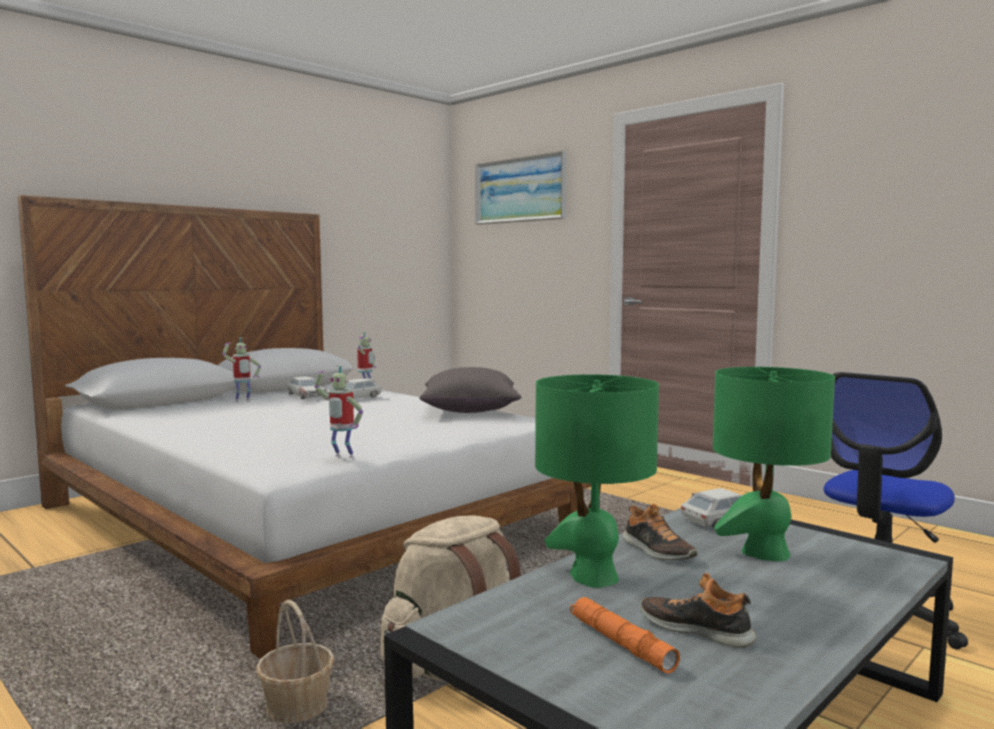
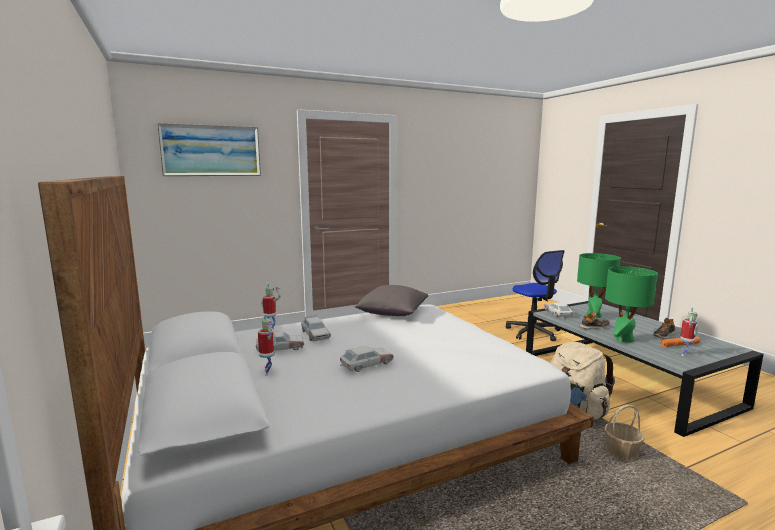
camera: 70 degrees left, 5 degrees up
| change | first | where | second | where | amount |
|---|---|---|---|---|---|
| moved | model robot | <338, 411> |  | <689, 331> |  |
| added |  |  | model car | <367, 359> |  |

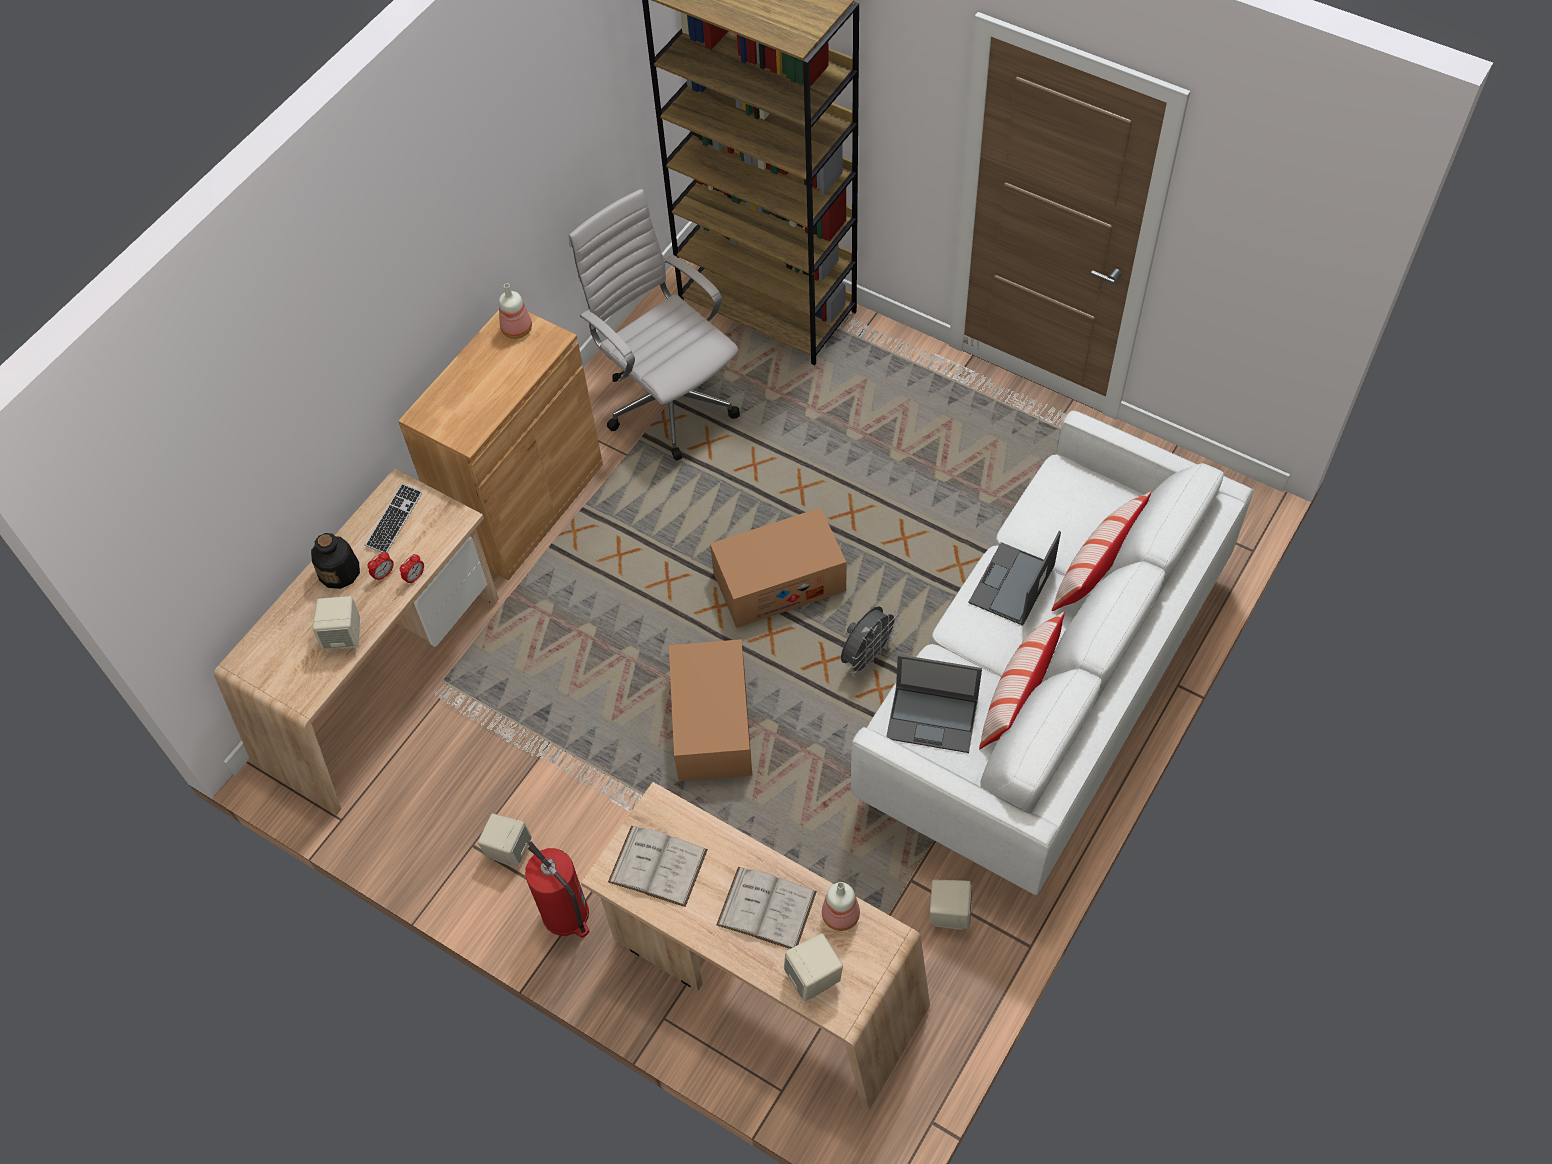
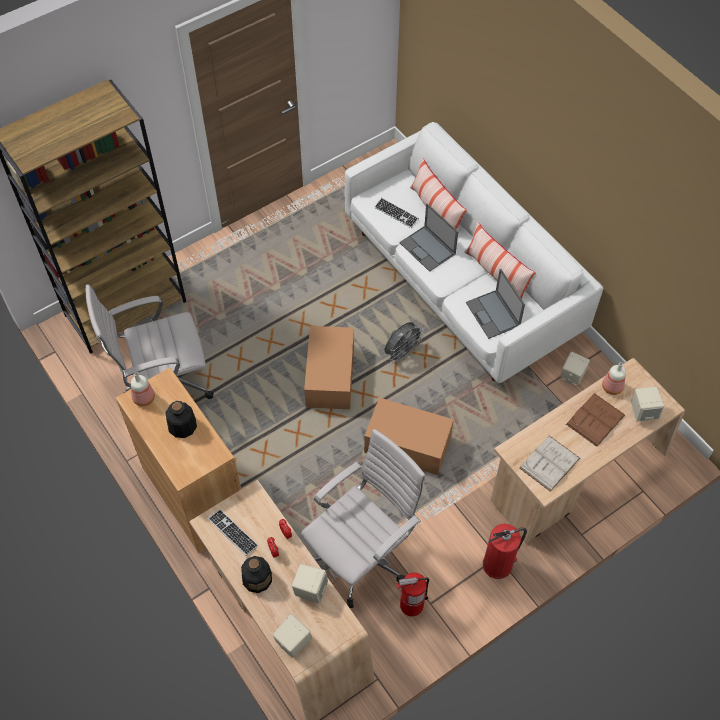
camera: 70 degrees left, 0 degrees up
| change | first | where | second | where | amount |
|---|---|---|---|---|---|
| turned | grey electric fan | <870, 641> |  | <404, 342> | 75 degrees clockwise |
| turned | notebook computer | <934, 703> |  | <495, 304> | 120 degrees clockwise |
| moved | beige-coloured audio speaker | <505, 840> |  | <292, 636> |  |
| recoloured | white book | <766, 908> | brown-coloured book | <595, 420> |  |
| added |  |  | keyboard | <396, 213> |  |
| added |  |  | drink bottle | <181, 419> |  |
| added |  |  | white computer chair | <363, 518> |  |
| added |  |  | fire-fighting cylinder | <412, 595> |  |

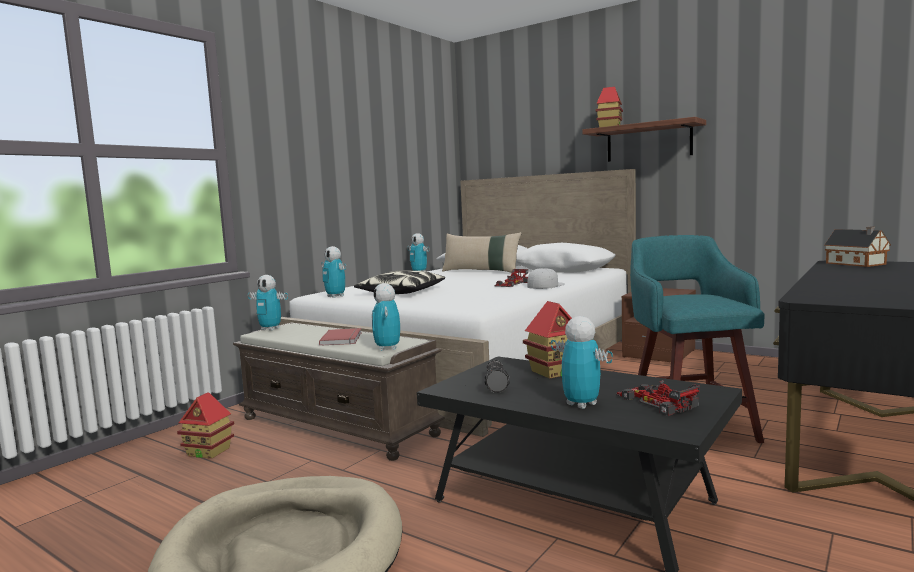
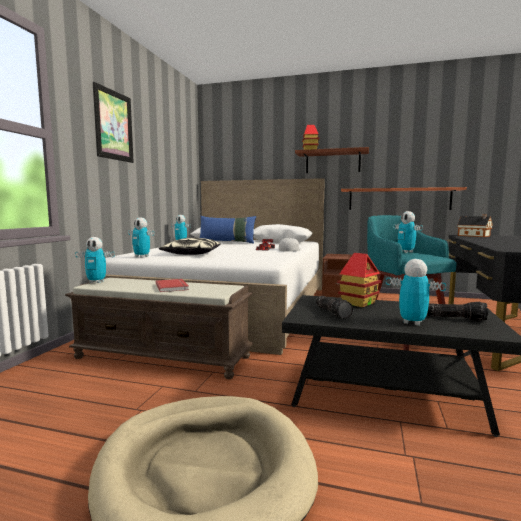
camera: 20 degrees left, 0 degrees up
| change | first | where | second | where | amount |
|---|---|---|---|---|---|
| recoloured | beige-coloured throw pillow | <482, 252> | blue-coloured throw pillow | <228, 230> |  |
| moved | model robot | <386, 317> |  | <408, 232> |  |
| replaced | model car | <658, 398> | torch | <457, 311> |  |
| removed | toy house | <205, 425> |  |  |  |
| added |  |  | wall art | <113, 122> |  |
| added |  |  | wall shelf | <404, 198> |  |

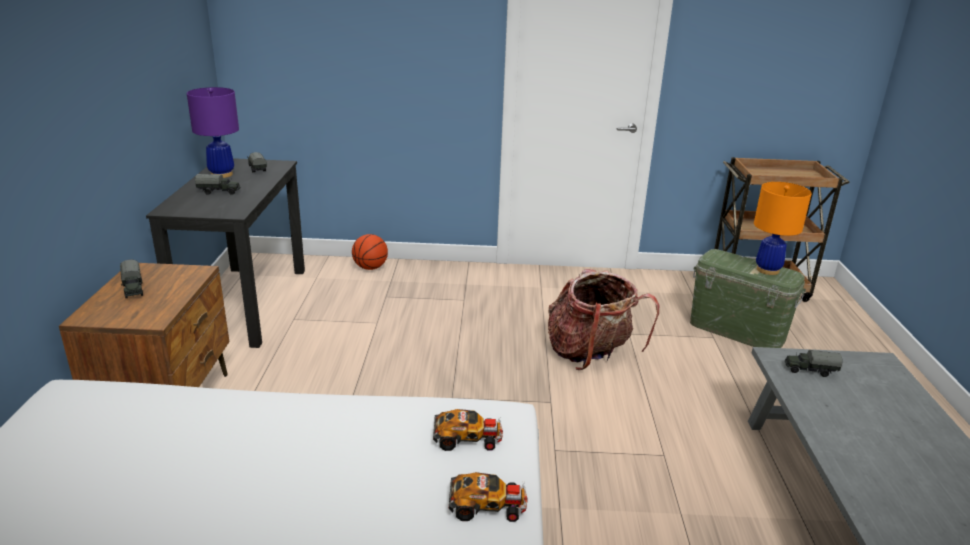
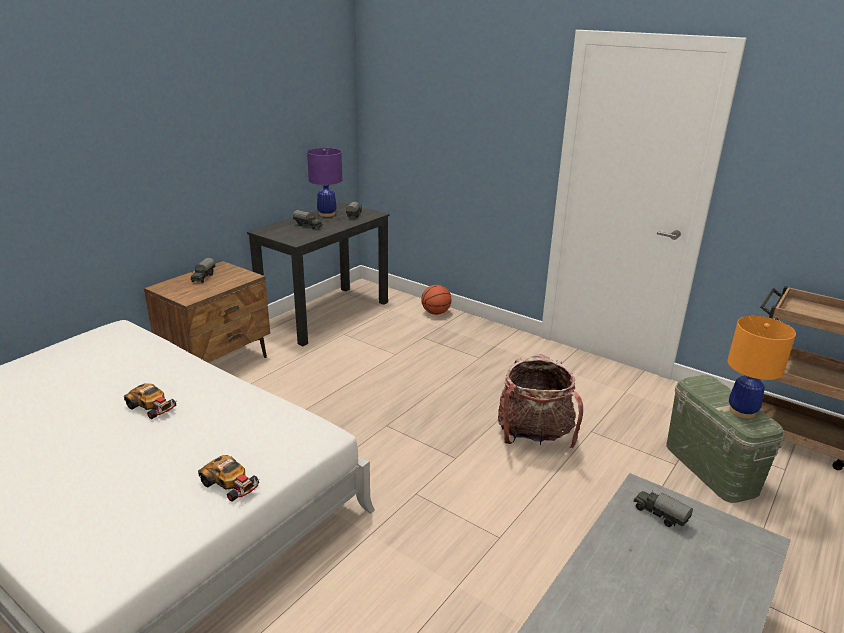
camera: 35 degrees right, 0 degrees up
| change | first | where | second | where | amount |
|---|---|---|---|---|---|
| moved | model car | <468, 430> |  | <150, 401> |  |

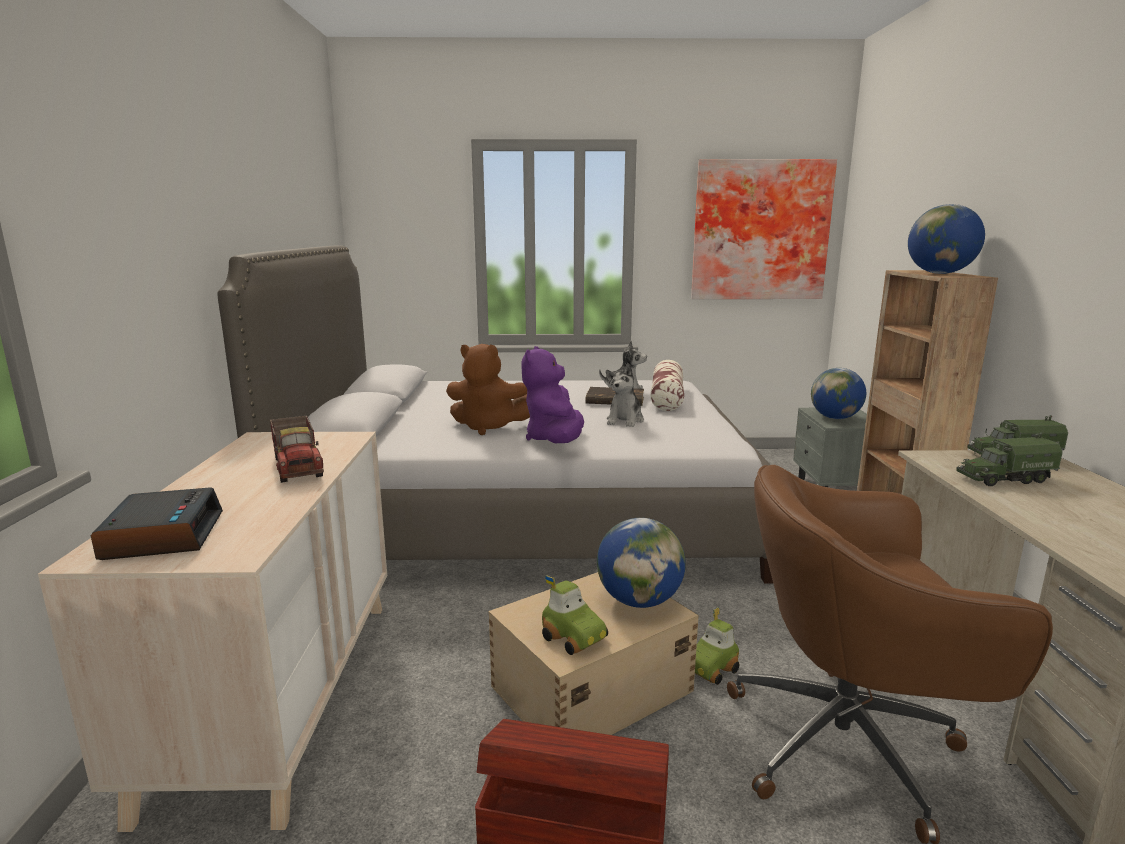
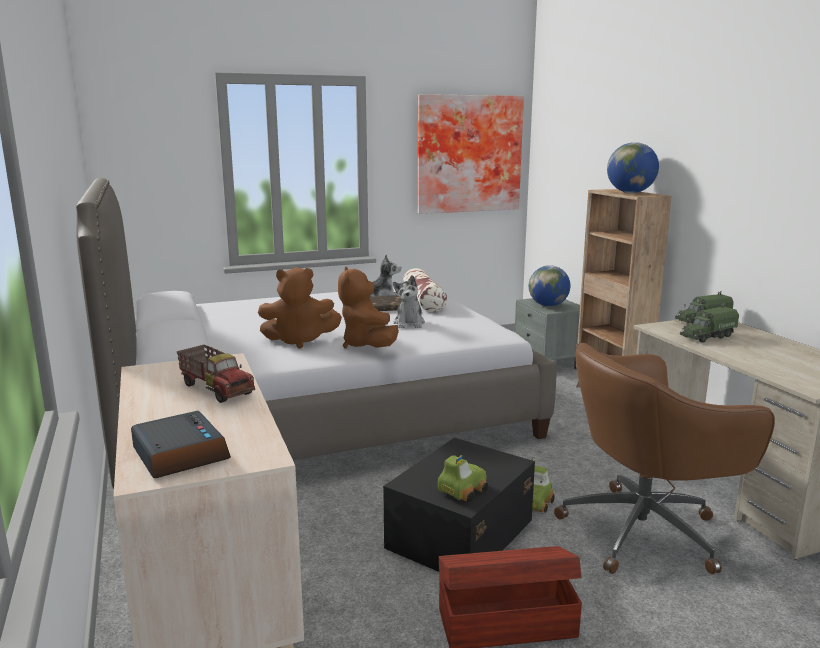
camera: 20 degrees left, 0 degrees up
| change | first | where | second | where | amount |
|---|---|---|---|---|---|
| recoloured | purple plush toy | <552, 394> | brown-coloured plush toy | <368, 307> |  |
| removed | globe | <641, 563> |  |  |  |
| recoloured | beige-coloured storage box | <594, 653> | black-coloured storage box | <459, 505> |  |
| turned | model car | <575, 615> |  | <463, 478> | 75 degrees counterclockwise |

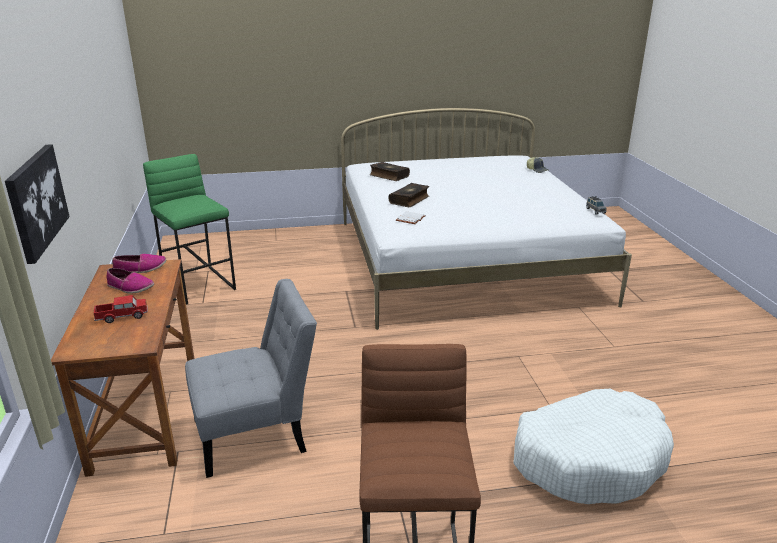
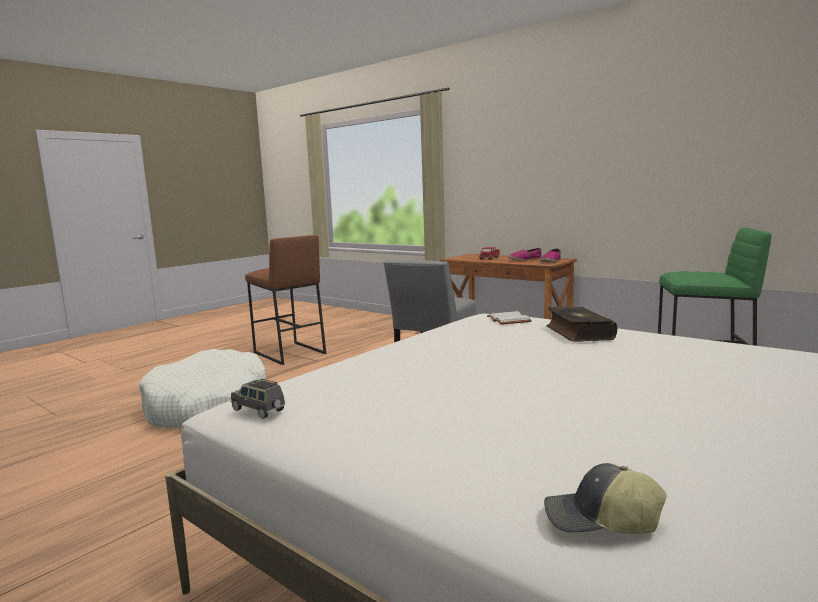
camera: 140 degrees right, 15 degrees down
| change | first | where | second | where | amount |
|---|---|---|---|---|---|
| removed | wall art | <37, 204> |  |  |  |
| removed | book | <390, 171> |  |  |  |

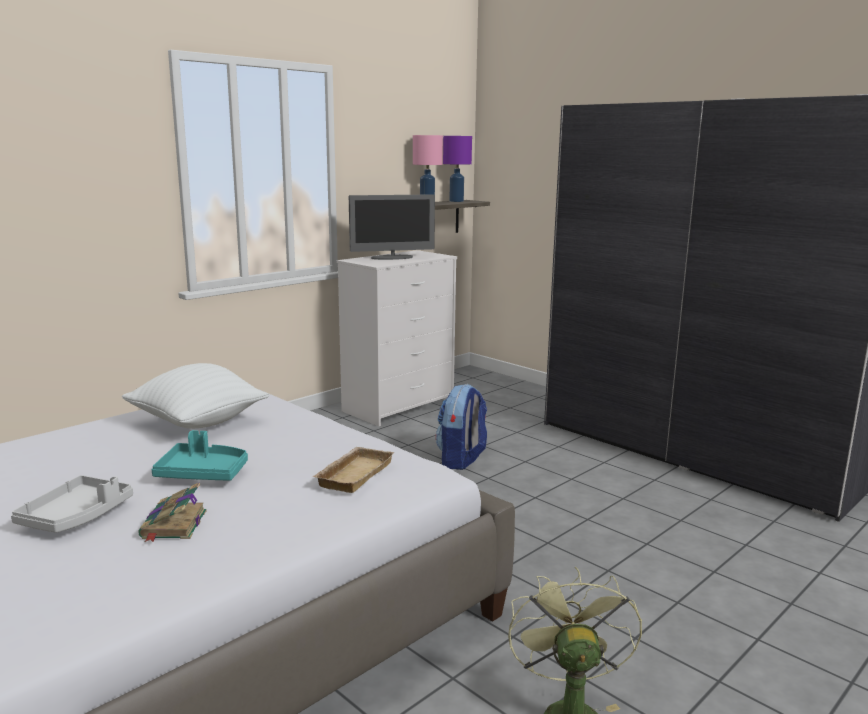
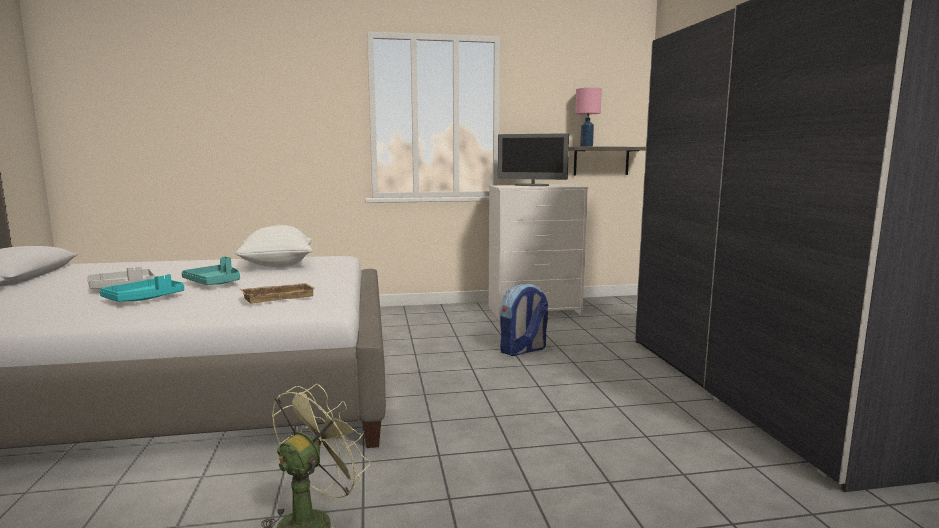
camera: 35 degrees right, 5 degrees down
| change | first | where | second | where | amount |
|---|---|---|---|---|---|
| removed | purple tabletop lamp | <457, 169> |  |  |  |
| replaced | book | <172, 512> | turquoise tray | <142, 288> |  |

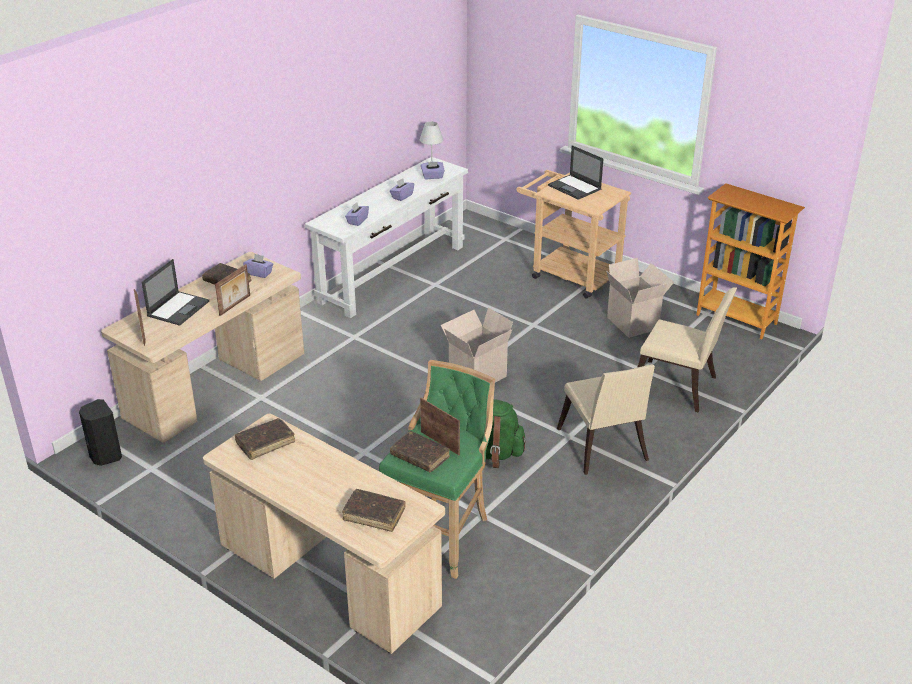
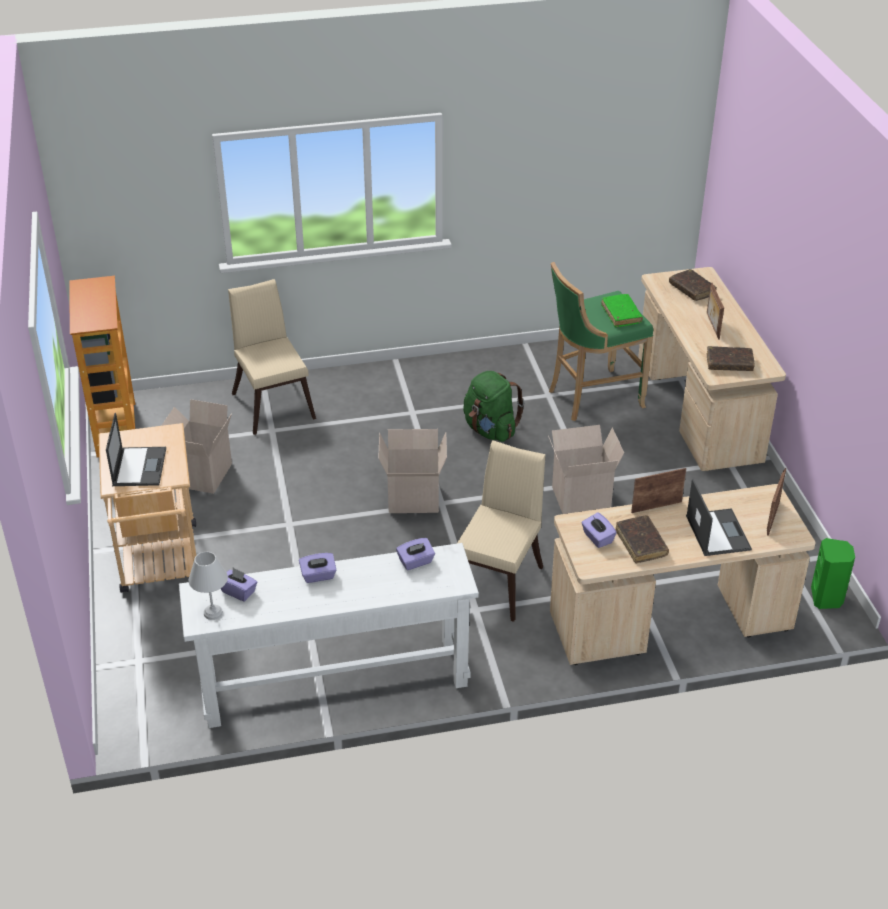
camera: 140 degrees left, 5 degrees up
| change | first | where | second | where | amount |
|---|---|---|---|---|---|
| turned | notebook computer | <175, 292> |  | <719, 517> | 105 degrees clockwise |
| moved | beige-coloured plain chair | <606, 419> |  | <501, 531> |  |
| moved | photo frame | <440, 426> |  | <715, 311> |  |
| recoloured | black-coloured audio speaker | <100, 432> | green-coloured audio speaker | <833, 573> |  |
| recoloured | brown-coloured book | <420, 451> | green-coloured book | <622, 310> |  |
| added |  |  | cardboard box | <586, 469> |  |

